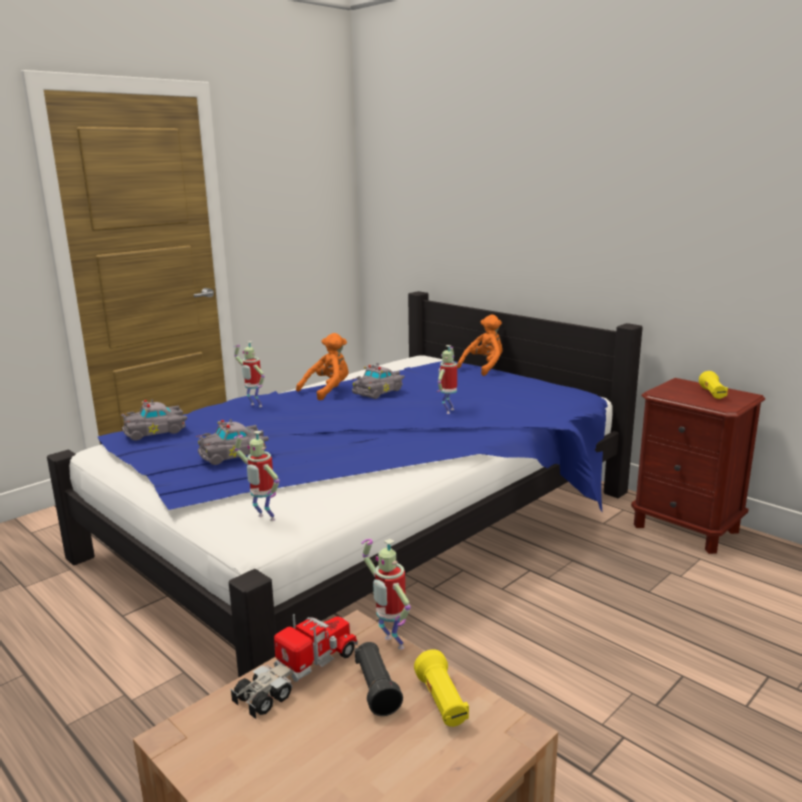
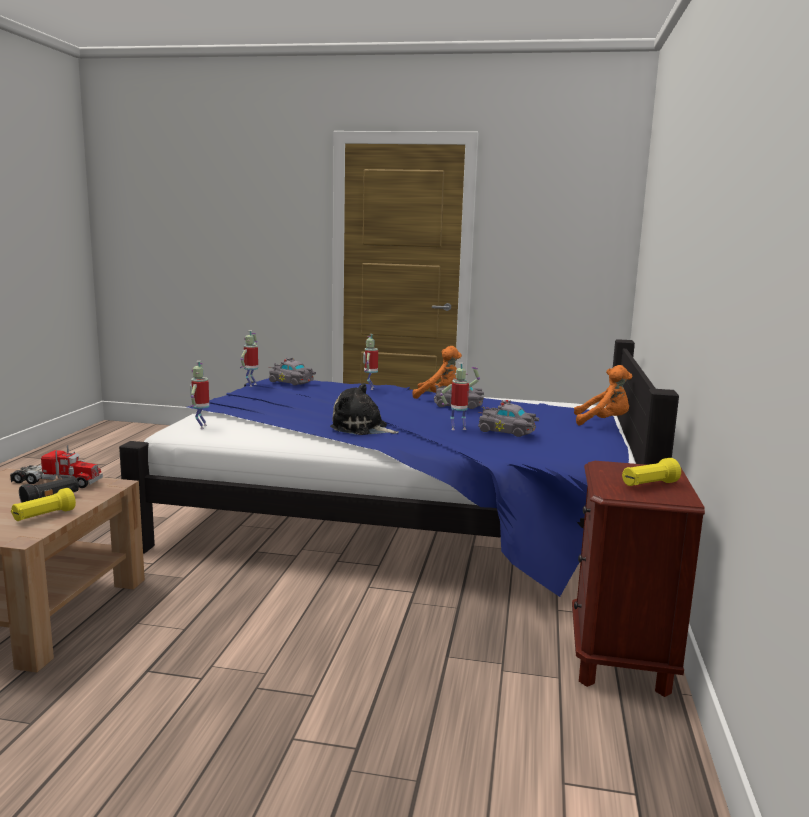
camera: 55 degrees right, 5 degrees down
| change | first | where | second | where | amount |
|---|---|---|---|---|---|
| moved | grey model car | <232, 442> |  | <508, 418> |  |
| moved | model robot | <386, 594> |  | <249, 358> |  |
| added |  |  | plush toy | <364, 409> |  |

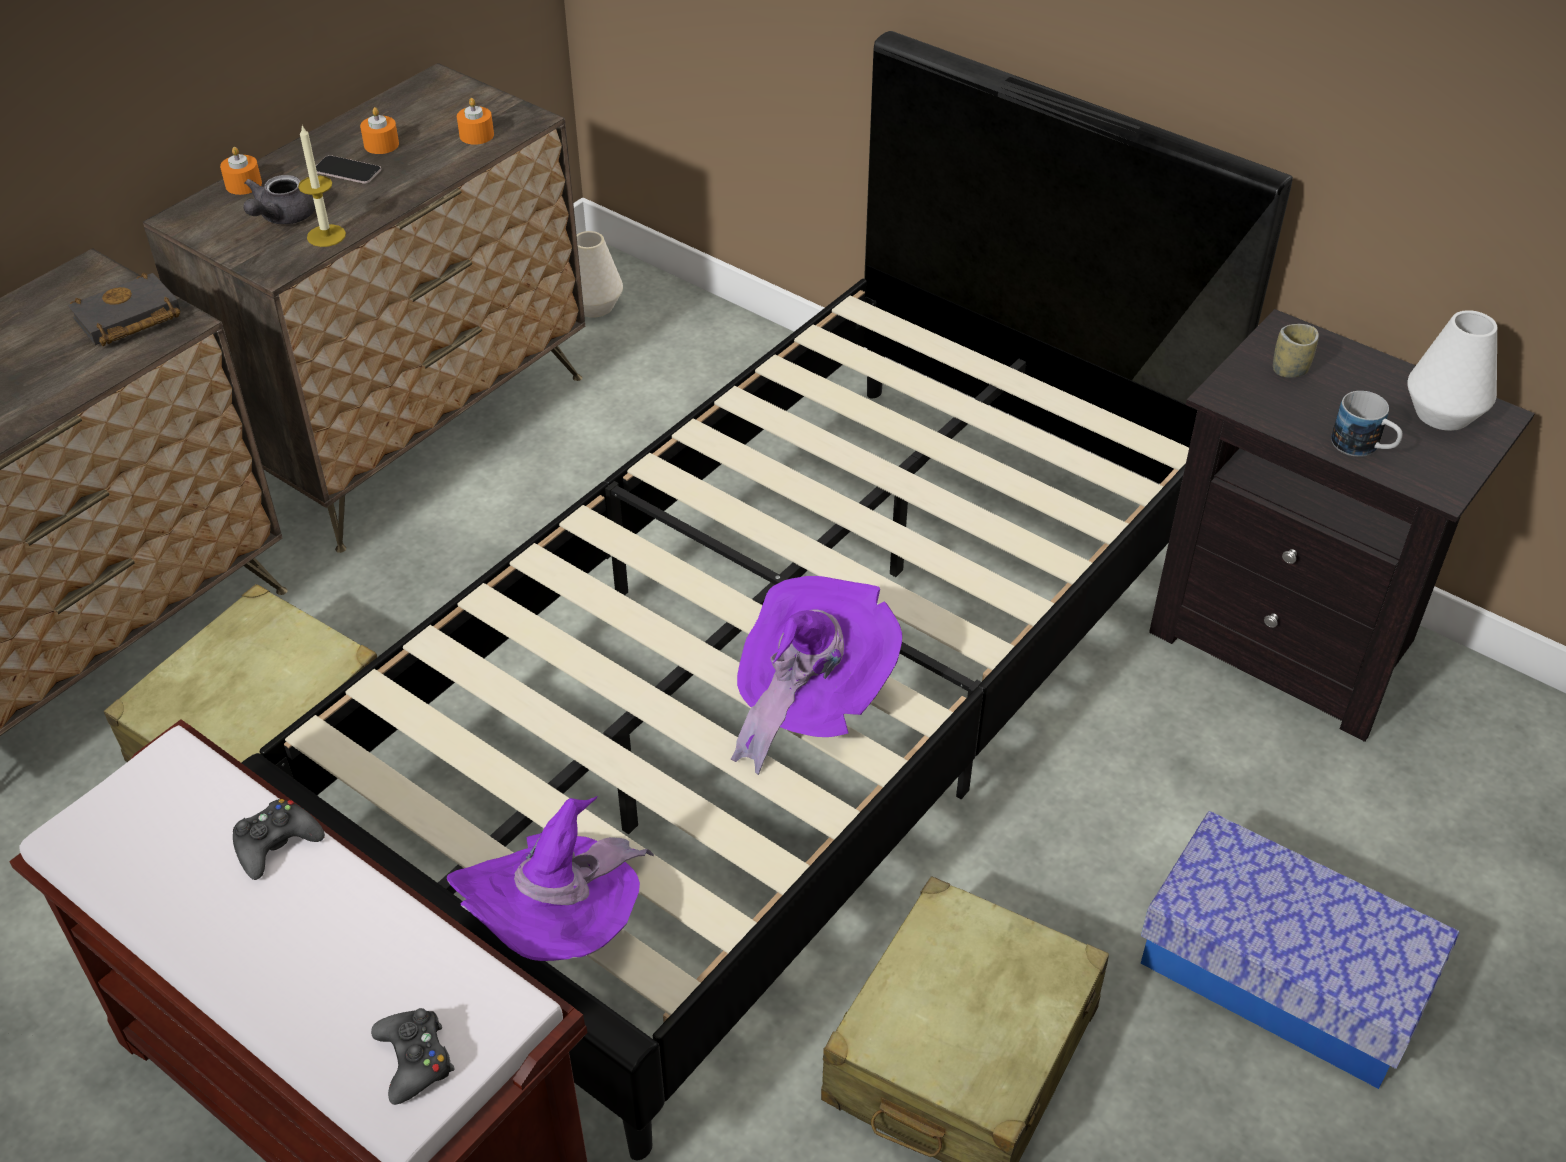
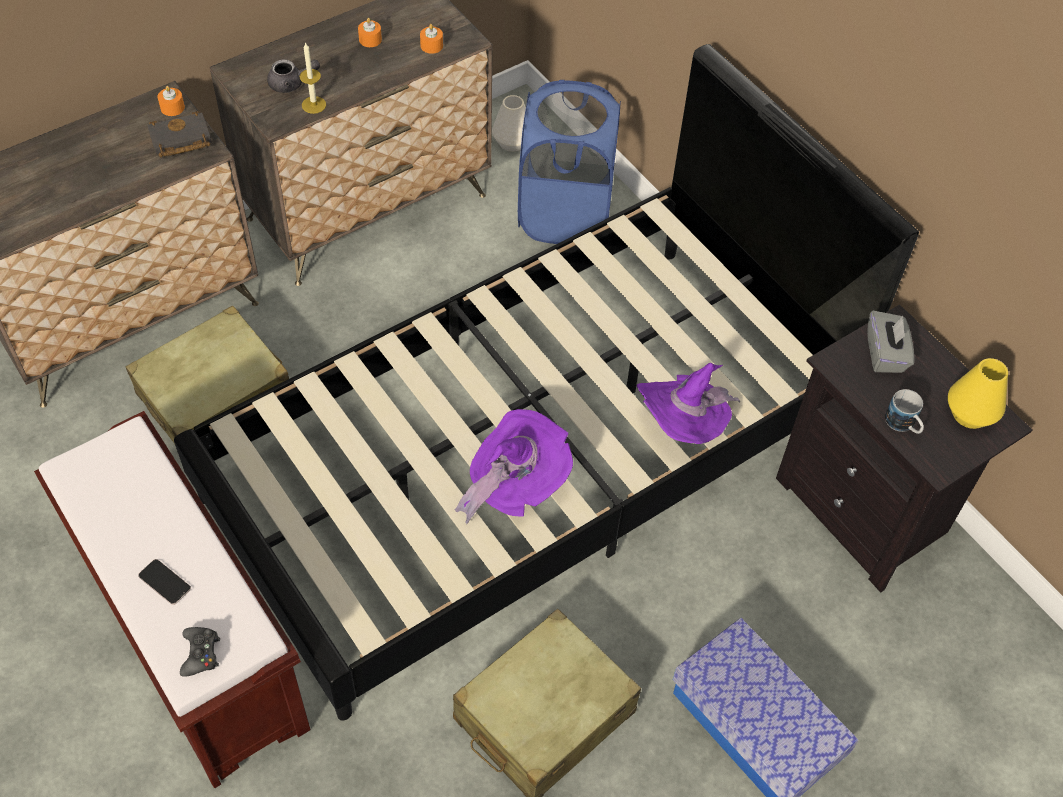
camera: 15 degrees right, 10 degrees up
| change | first | where | second | where | amount |
|---|---|---|---|---|---|
| moved | orange wax light | <241, 171> |  | <171, 101> |  |
| moved | telephone | <348, 169> |  | <164, 582> |  |
| turned | grey pot for tea | <279, 199> |  | <293, 76> | 135 degrees counterclockwise |
| recoloured | white vase | <1452, 370> | yellow vase | <978, 393> |  |
| replaced | small cup | <1296, 351> | grey tissue box | <890, 342> |  |
| moved | purple clothing hat | <550, 878> |  | <688, 403> |  |
| removed | black-coloured gamepad | <279, 839> |  |  |  |
| added |  |  | blue-coloured hamper | <569, 162> |  |

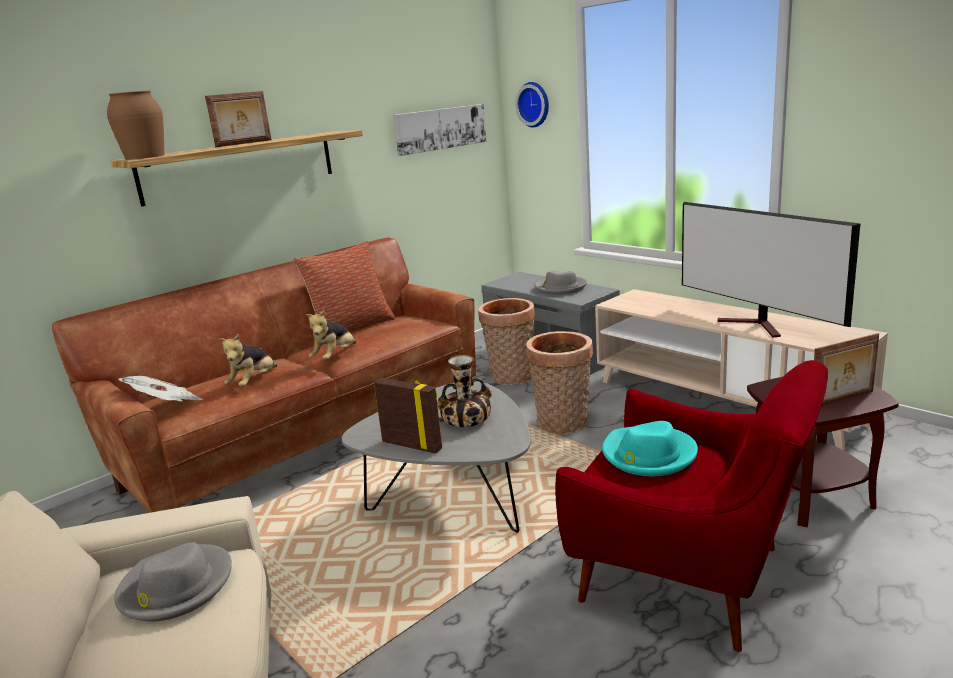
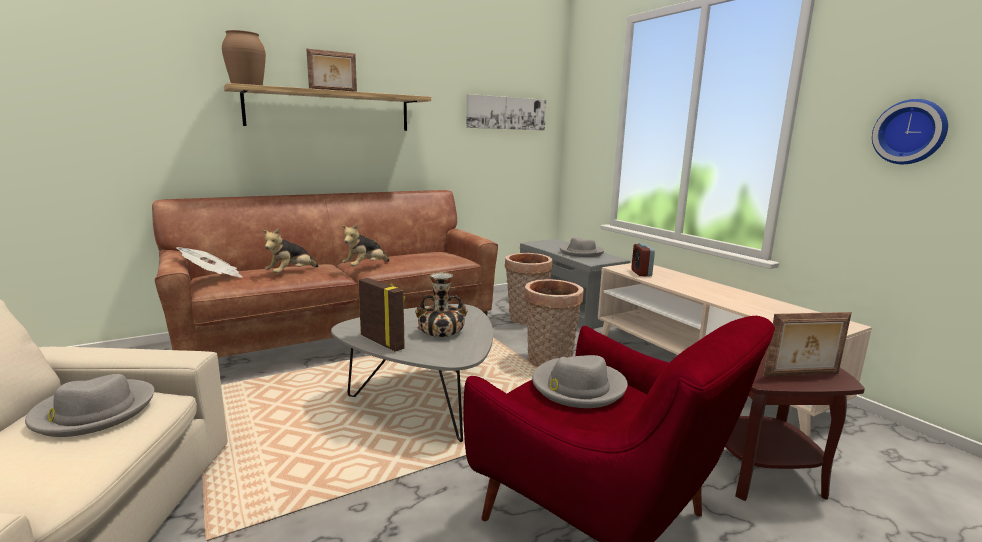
camera: 10 degrees right, 5 degrees down
| change | first | where | second | where | amount |
|---|---|---|---|---|---|
| moved | hanging clock | <532, 104> |  | <910, 131> |  |
| removed | TV | <771, 269> |  |  |  |
| removed | throw pillow | <344, 286> |  |  |  |
| recoloured | turquoise clothing hat | <650, 448> | grey clothing hat | <580, 381> |  |
| added |  |  | bedside clock | <643, 259> |  |

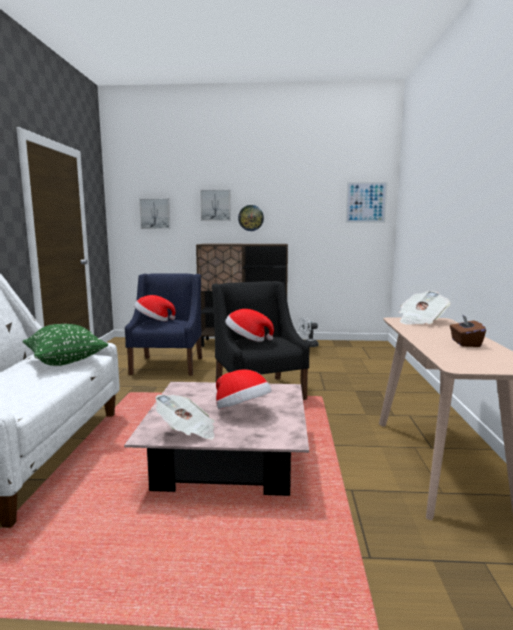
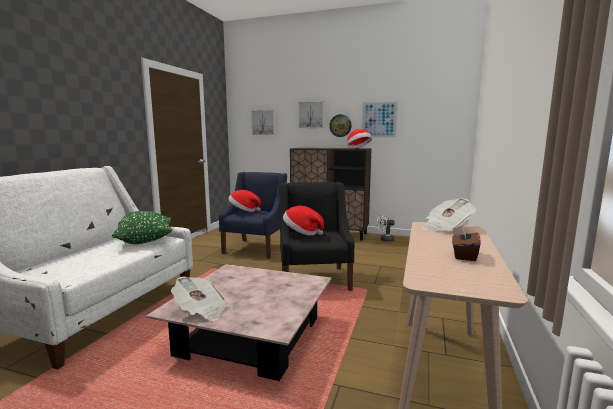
camera: 15 degrees right, 0 degrees up
| change | first | where | second | where | amount |
|---|---|---|---|---|---|
| moved | wall art | <366, 202> |  | <380, 119> |  |
| moved | clothing hat | <244, 389> |  | <359, 138> |  |

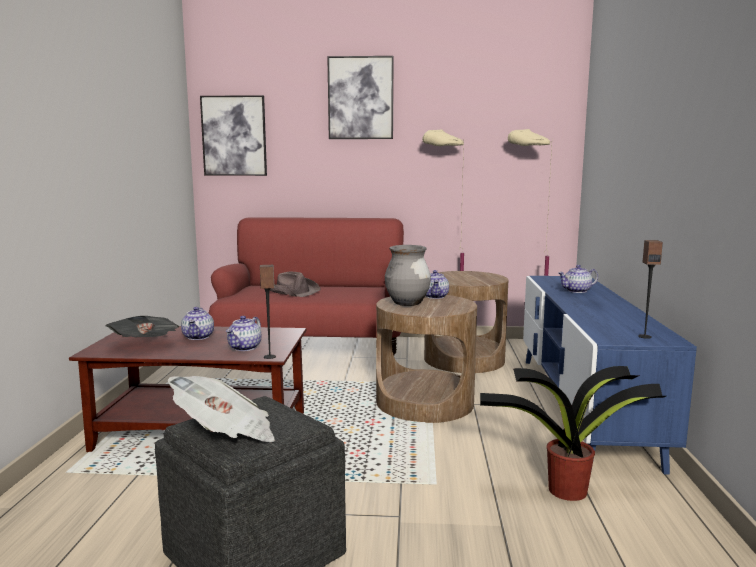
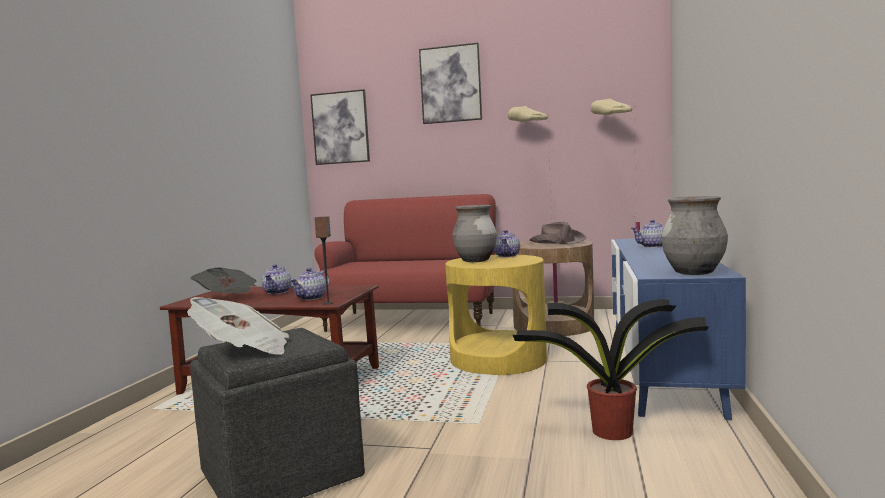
camera: 10 degrees right, 5 degrees down
| change | first | where | second | where | amount |
|---|---|---|---|---|---|
| replaced | audio speaker | <650, 289> | grey vase | <694, 235> |  |
| moved | brown-coloured clothing hat | <295, 284> |  | <558, 233> |  |
| recoloured | brown-coloured end table | <426, 359> | yellow end table | <496, 315> |  |

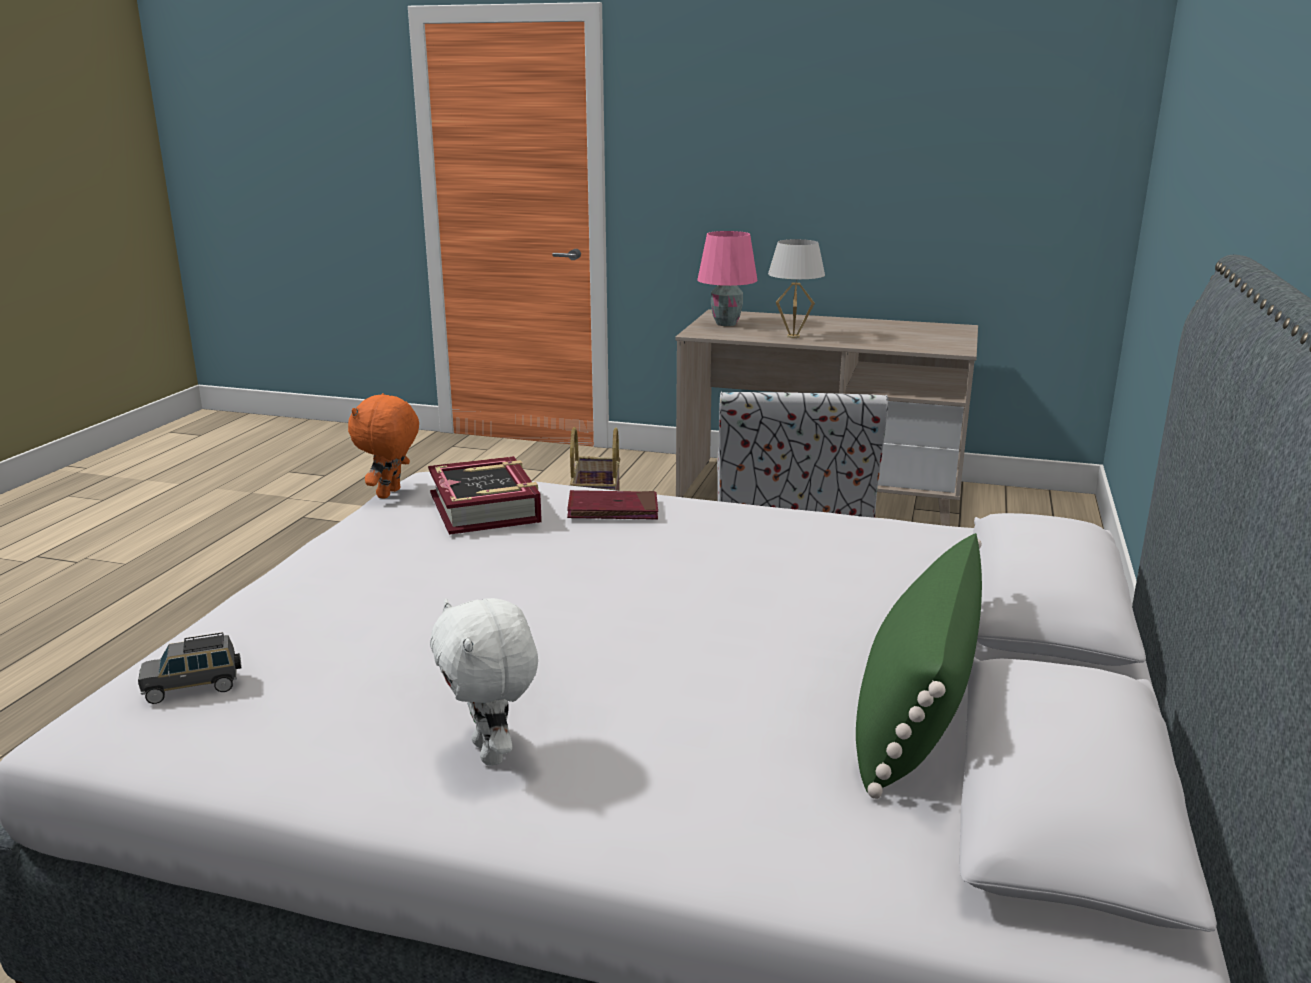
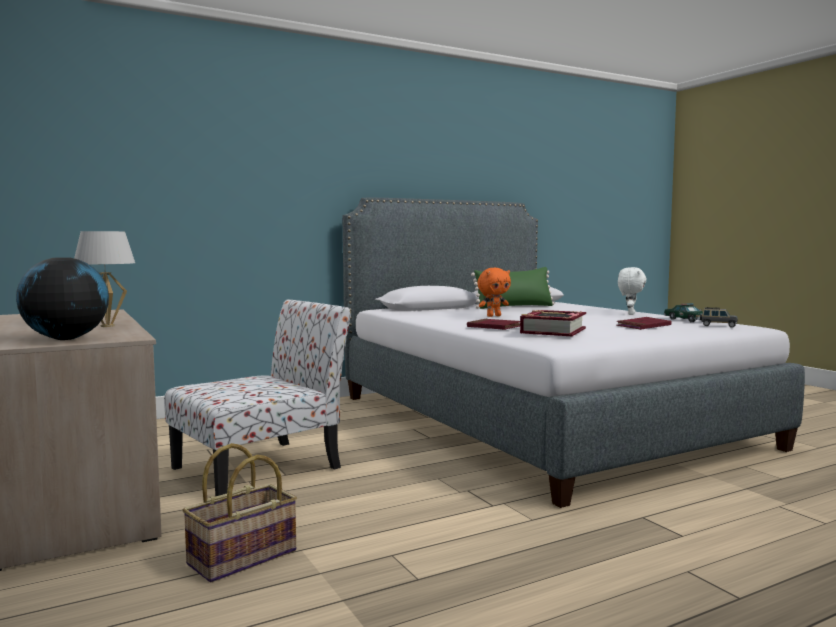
camera: 135 degrees left, 15 degrees down
| change | first | where | second | where | amount |
|---|---|---|---|---|---|
| replaced | pinkish tabletop lamp | <727, 278> | globe | <62, 298> |  |
| moved | orange plush toy | <383, 446> |  | <494, 292> |  |
| added |  |  | model car | <683, 312> |  |
| added |  |  | reddish book | <643, 323> |  |

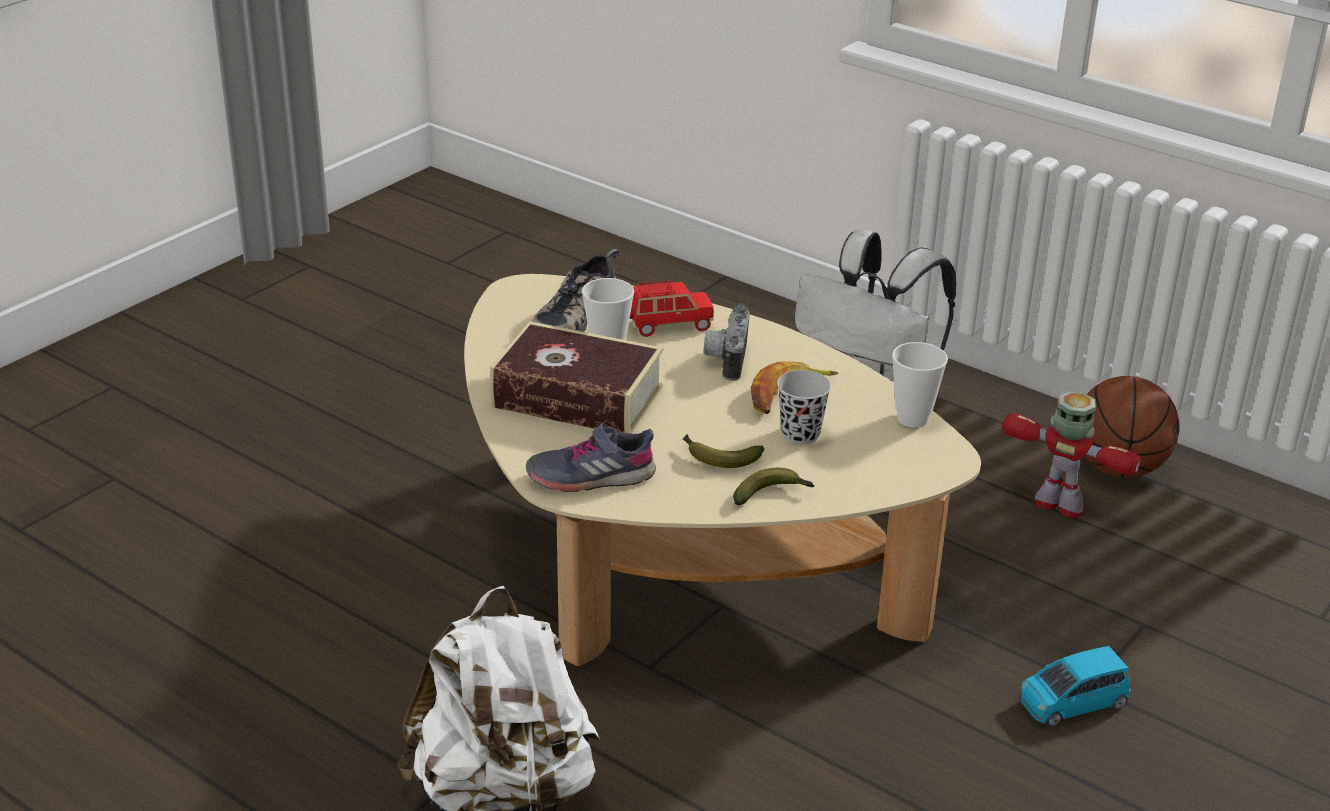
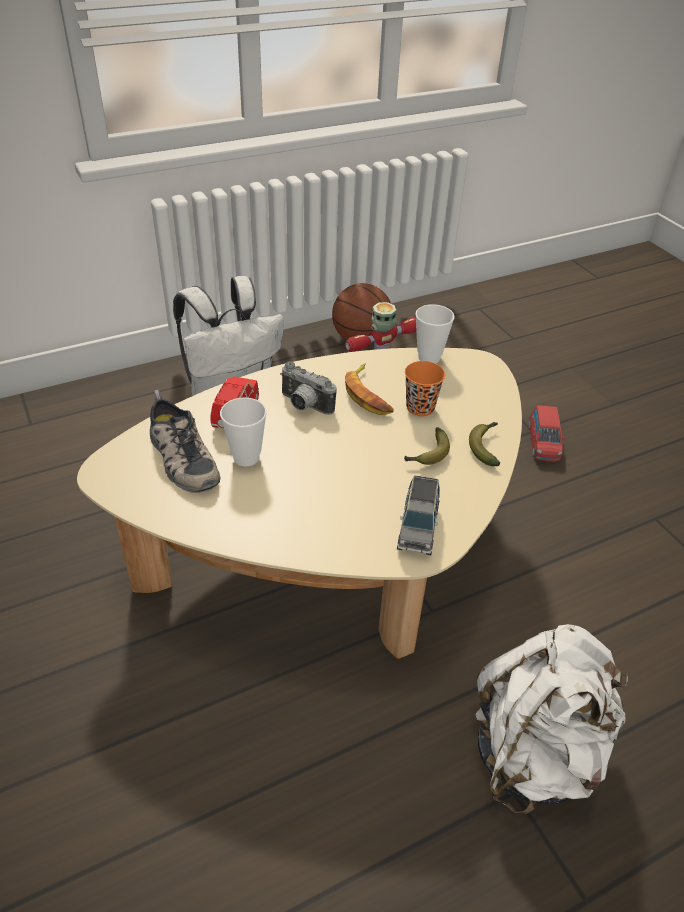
camera: 65 degrees left, 10 degrees up
| change | first | where | second | where | amount |
|---|---|---|---|---|---|
| removed | book | <577, 377> |  |  |  |
| recoloured | black-coloured small cup | <804, 407> | orange small cup | <425, 388> |  |
| replaced | grey item of footwear | <591, 457> | grey model car | <418, 515> |  |
| recoloured | blue-coloured model car | <1075, 686> | reddish model car | <547, 433> |  |

